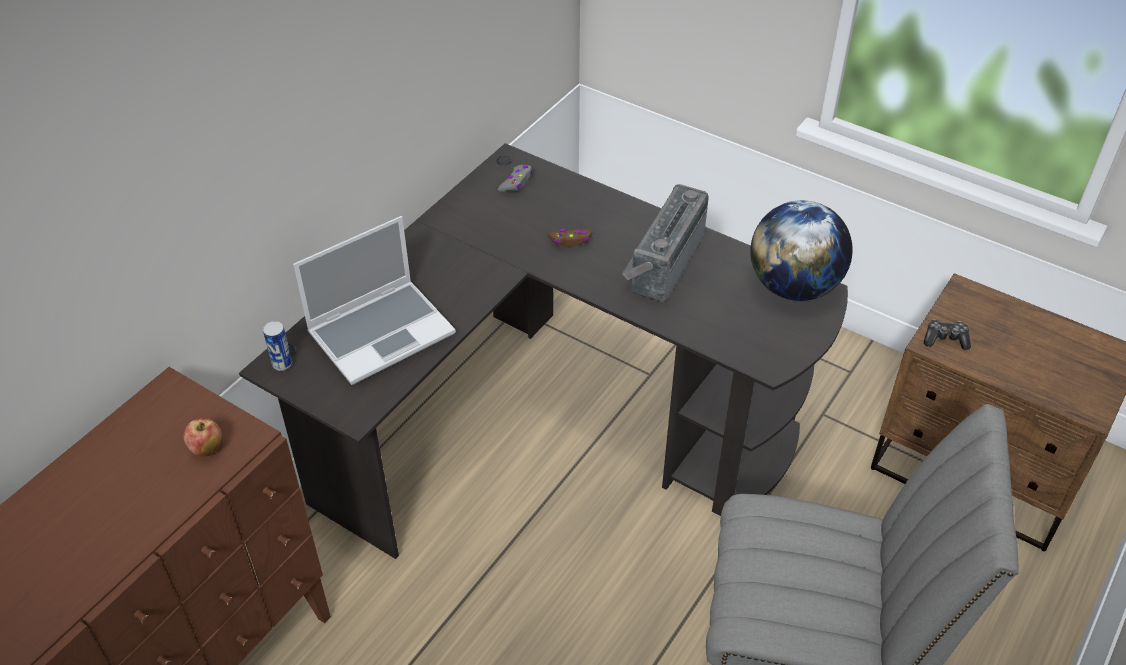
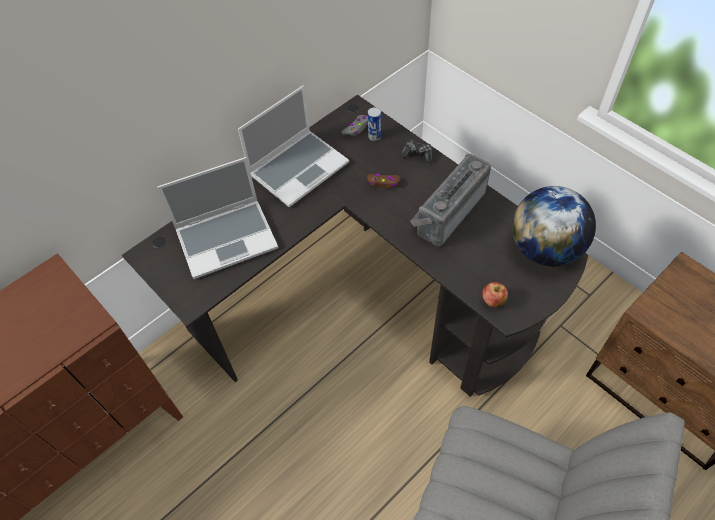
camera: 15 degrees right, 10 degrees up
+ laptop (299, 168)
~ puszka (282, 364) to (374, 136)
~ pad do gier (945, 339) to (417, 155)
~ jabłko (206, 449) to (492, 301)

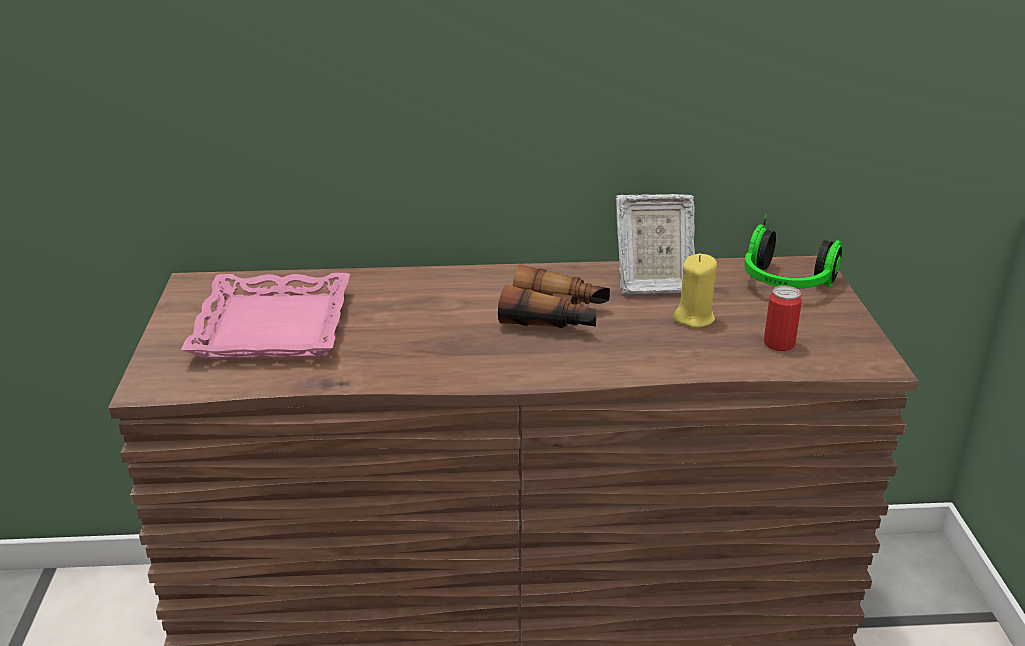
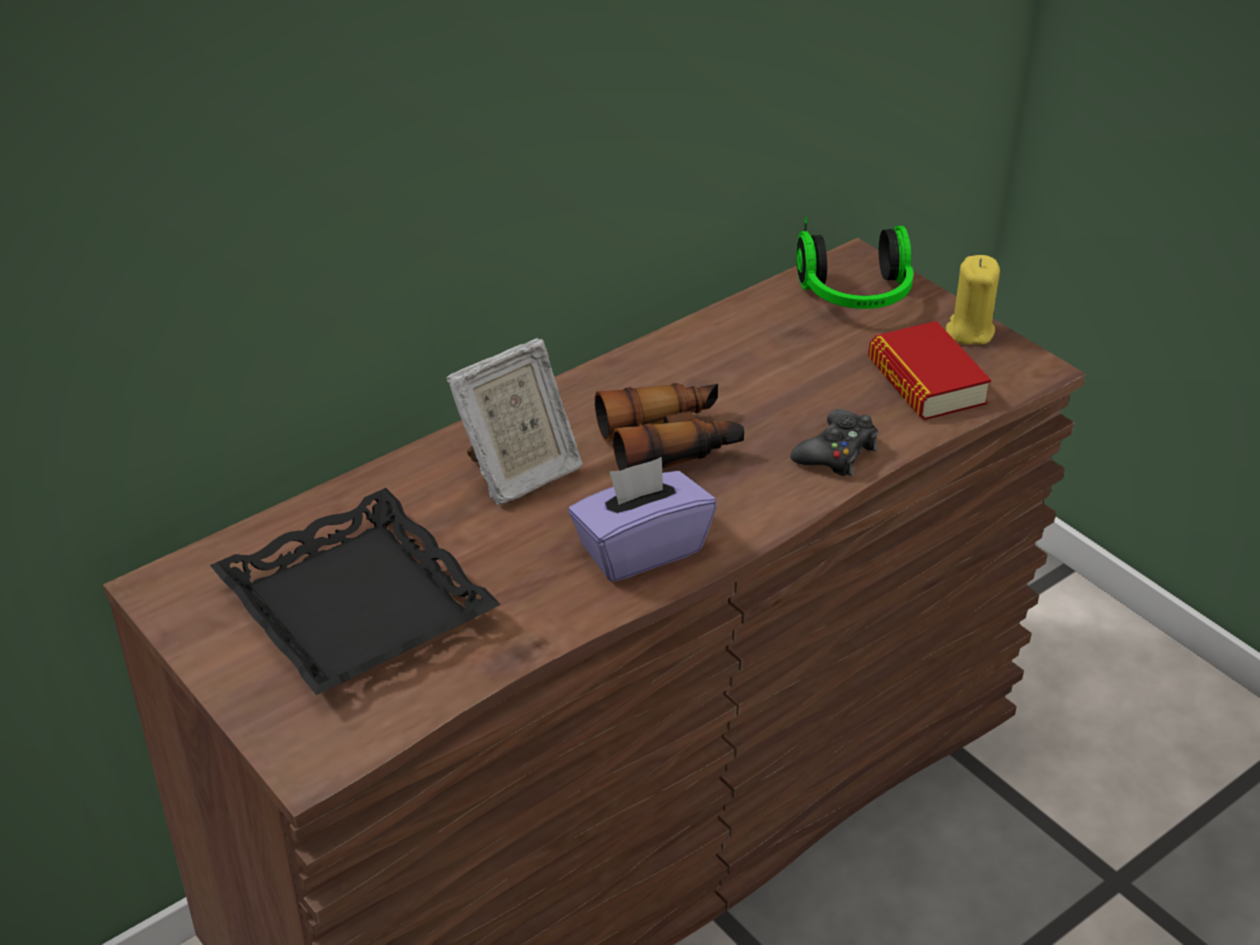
camera: 35 degrees left, 10 degrees up
~ taca (różowy) (274, 327) to taca (czarny) (358, 605)
~ ramka na zdjęcie (652, 284) to (519, 472)
+ pudełko chusteczek (fioletowy) (640, 549)
+ pad do gier (czarny) (837, 453)
~ puszka (779, 344) to książka (926, 382)
~ świeca (żółty) (694, 318) to (969, 331)

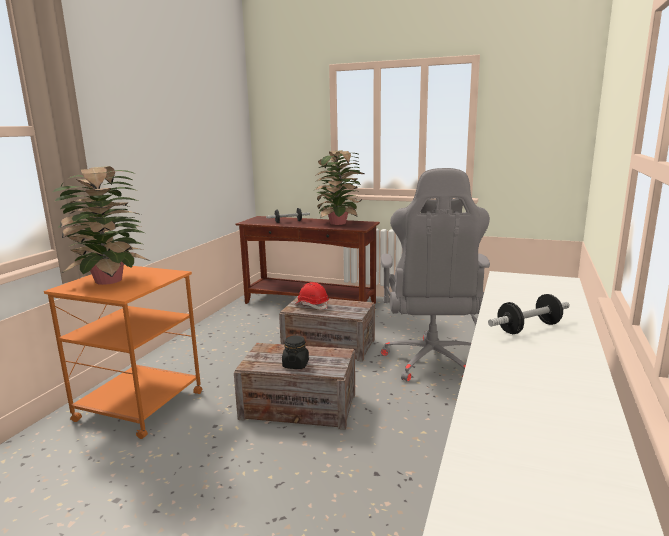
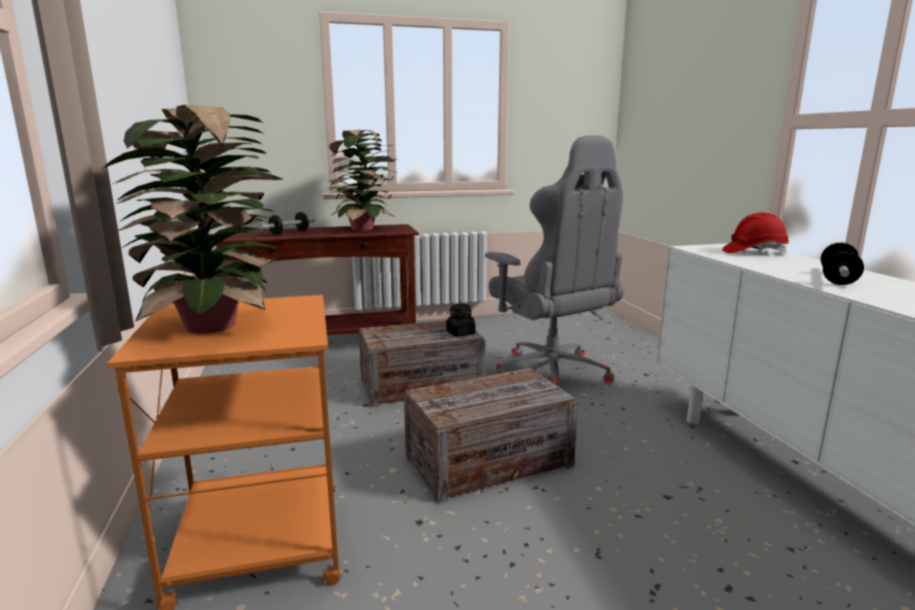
camera: 35 degrees left, 0 degrees up
~ słoik (czarny) (295, 364) to (460, 333)
~ kask (czerwony) (312, 305) to (753, 252)

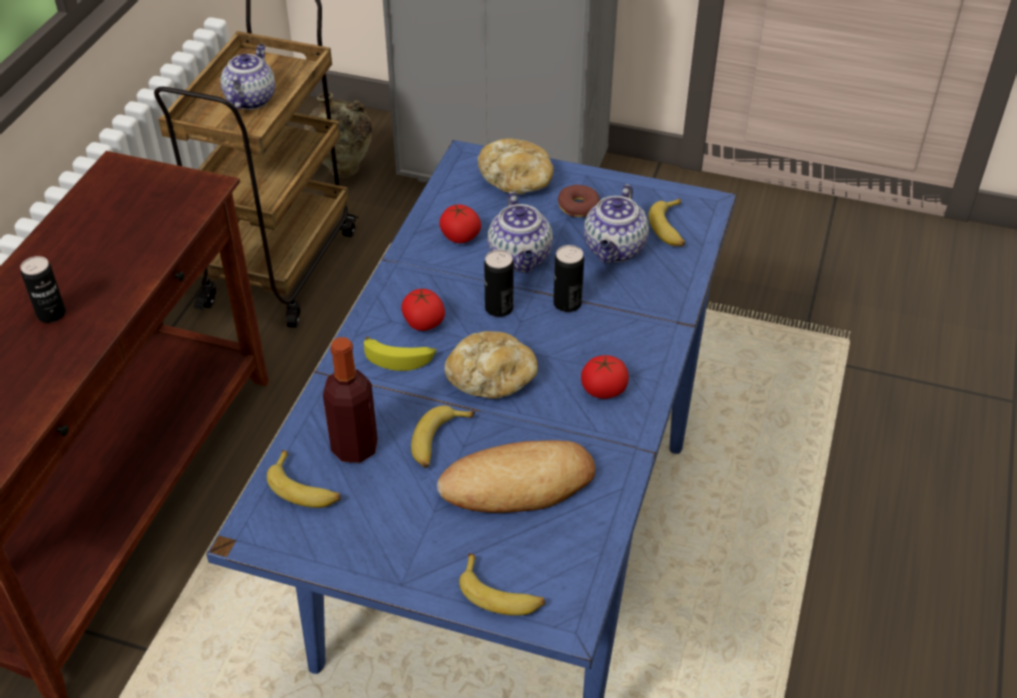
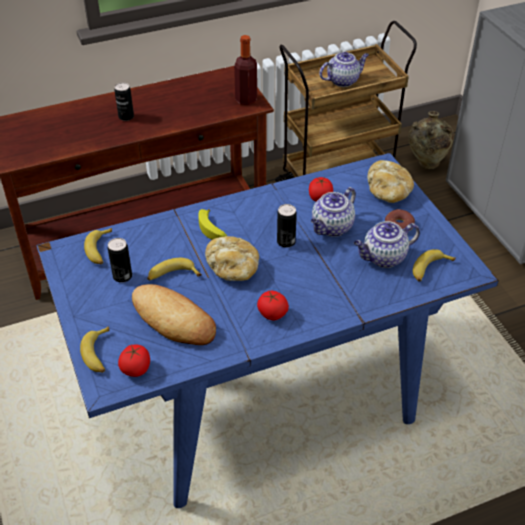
camera: 50 degrees right, 0 degrees up
~ puszka (567, 303) to (122, 276)
~ pomidor (423, 323) to (136, 369)
~ butelka (354, 447) to (246, 99)

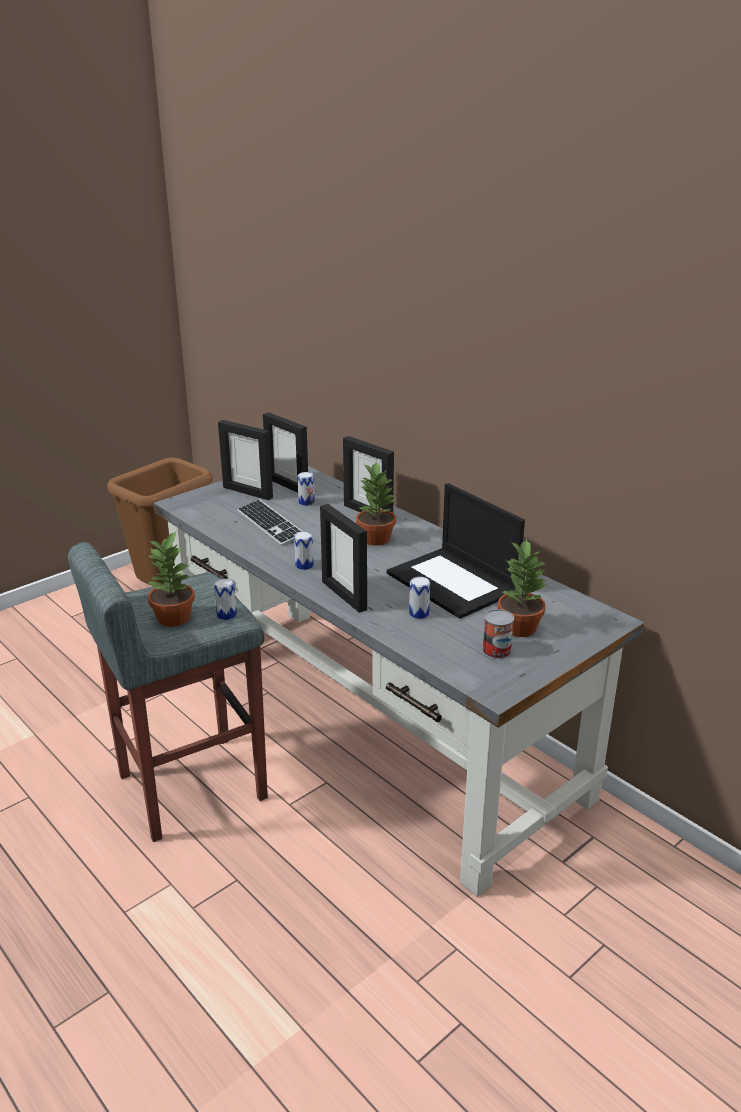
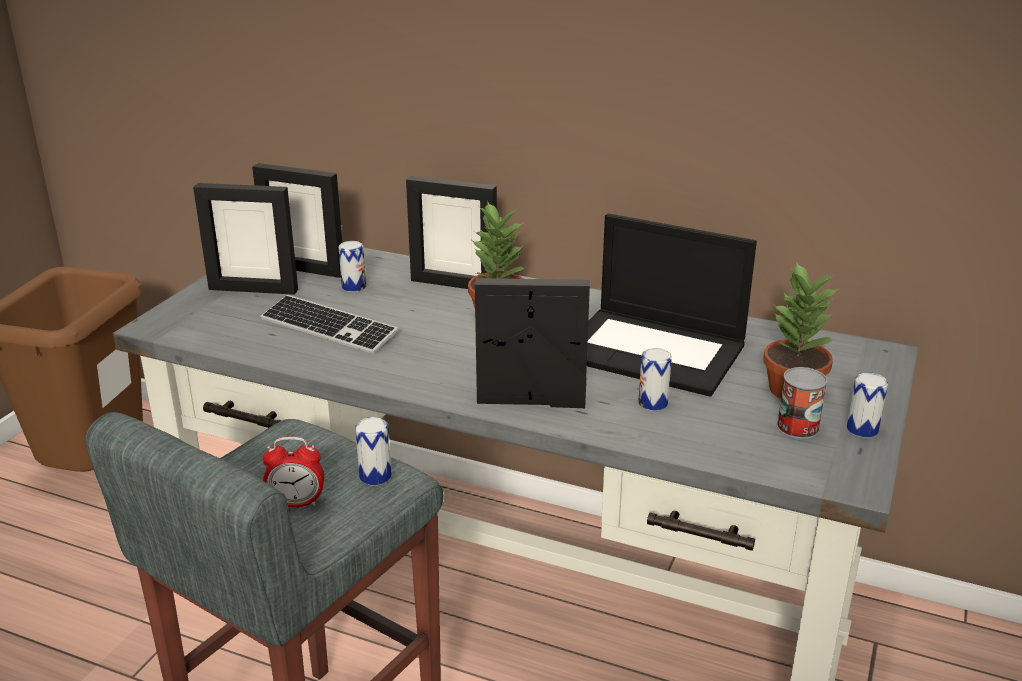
camera: 25 degrees left, 0 degrees up
~ roślina doniczkowa (175, 618) to budzik (297, 503)
~ ramka na zdjęcie (345, 595) = (530, 402) 150 degrees clockwise
~ puszka (304, 565) to (862, 429)

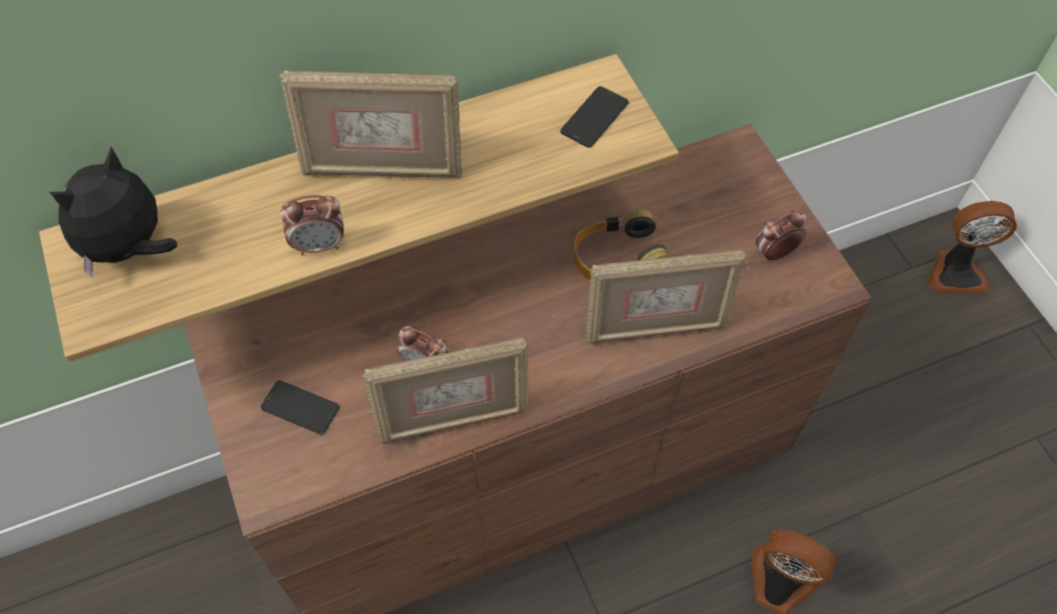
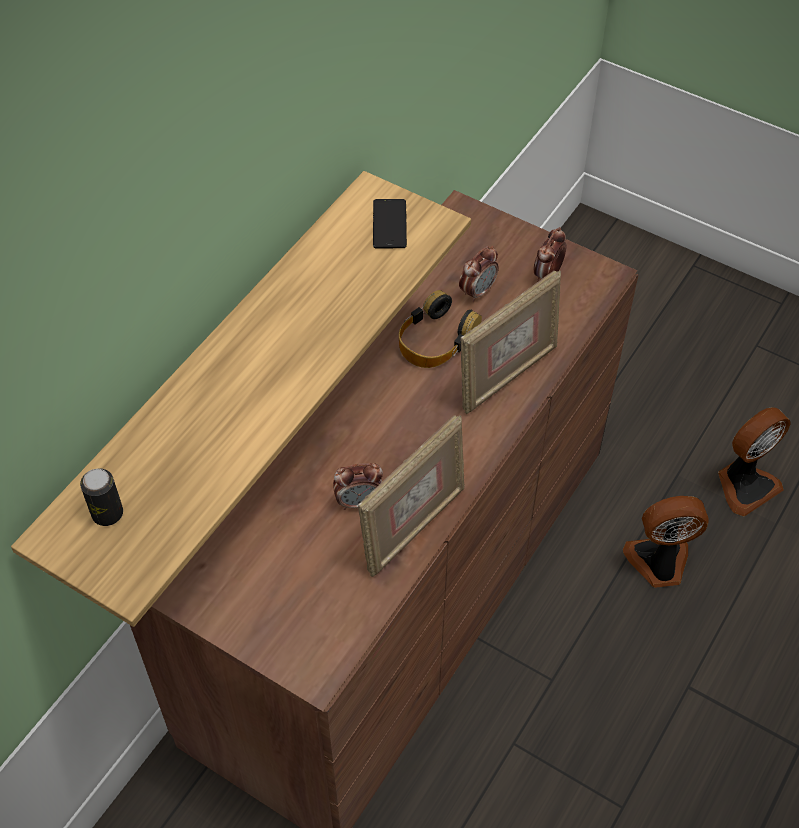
camera: 35 degrees left, 5 degrees down
~ pluszak (130, 248) to puszka (107, 514)
~ budzik (319, 245) to (477, 291)
~ wentylator (955, 272) to (745, 485)
- telefon (300, 407)
- ramka na zdjęcie (383, 169)

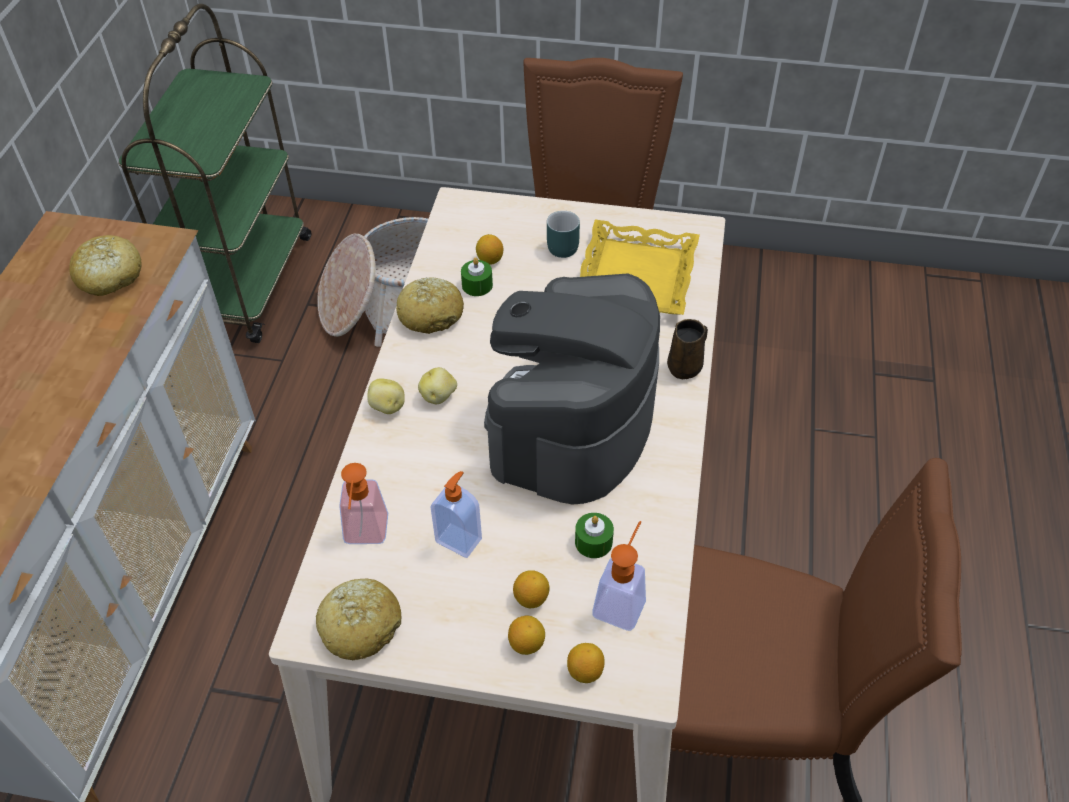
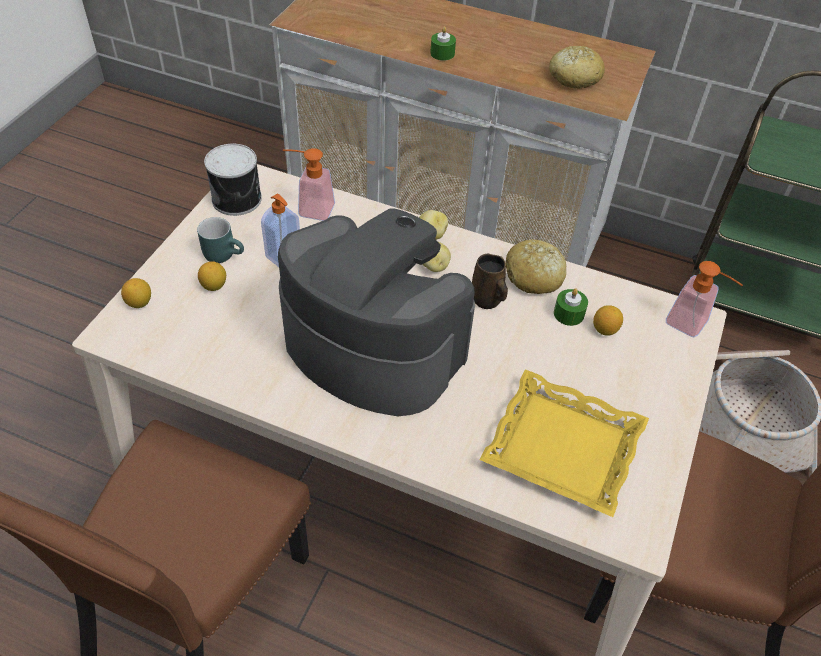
camera: 100 degrees right, 0 degrees up
~ kubek (turkusowy) (561, 245) to (224, 253)
~ chleb (361, 626) to puszka (238, 199)
~ świeca (zielony) (593, 542) to (442, 53)
~ kubek (brązowy) (686, 367) to (487, 300)
~ dozownik mydła (622, 600) to (693, 325)
- cytryna (526, 644)

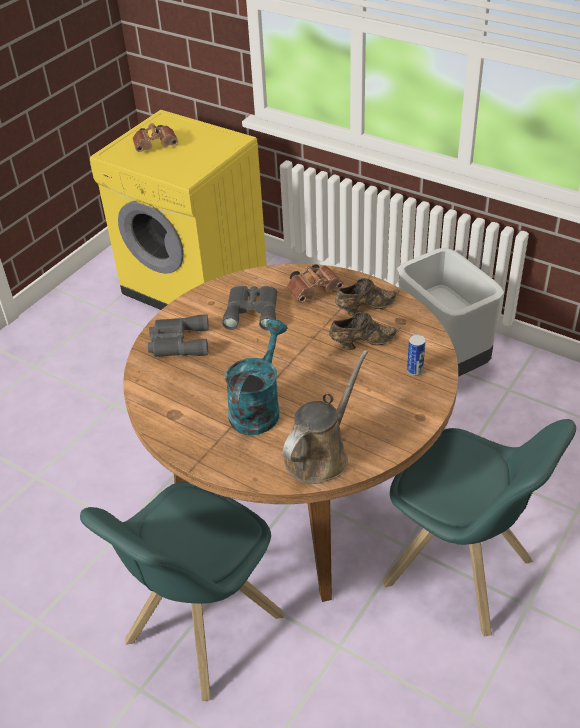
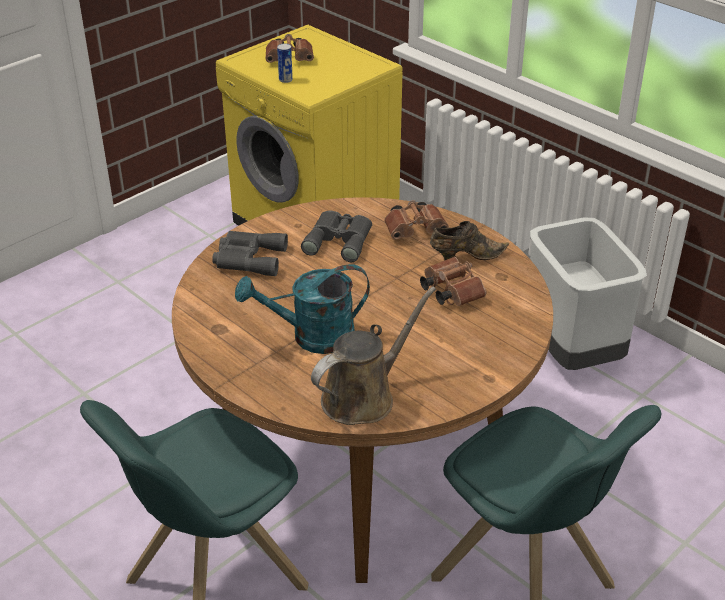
camera: 10 degrees right, 5 degrees down
~ konewka (turkusowy) (258, 407) = (312, 337) 135 degrees counterclockwise
~ puszka (415, 371) to (285, 80)
~ but (brązowy) (362, 343) to lornetka (brązowy) (450, 291)

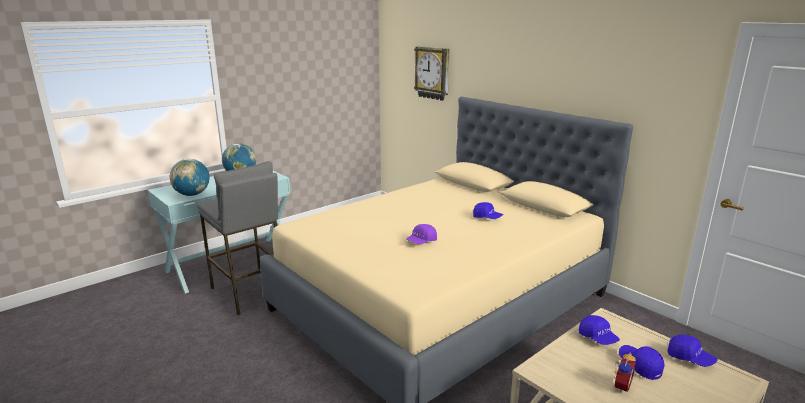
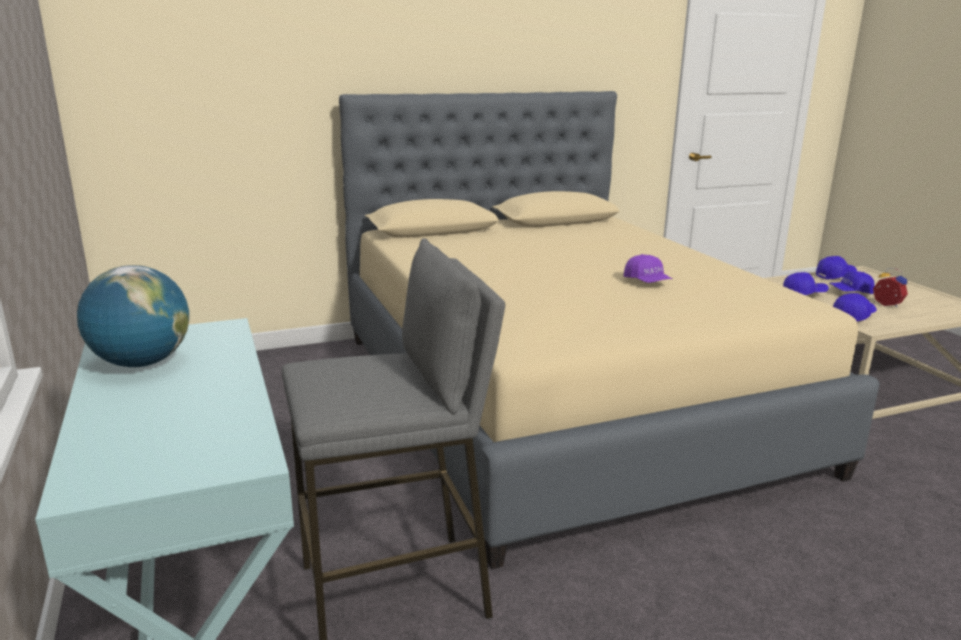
camera: 70 degrees left, 0 degrees up
~ czapka z daszkiem (niebieski) (487, 218) to (853, 316)
- globus (192, 195)
- zegar ścienny (433, 73)

